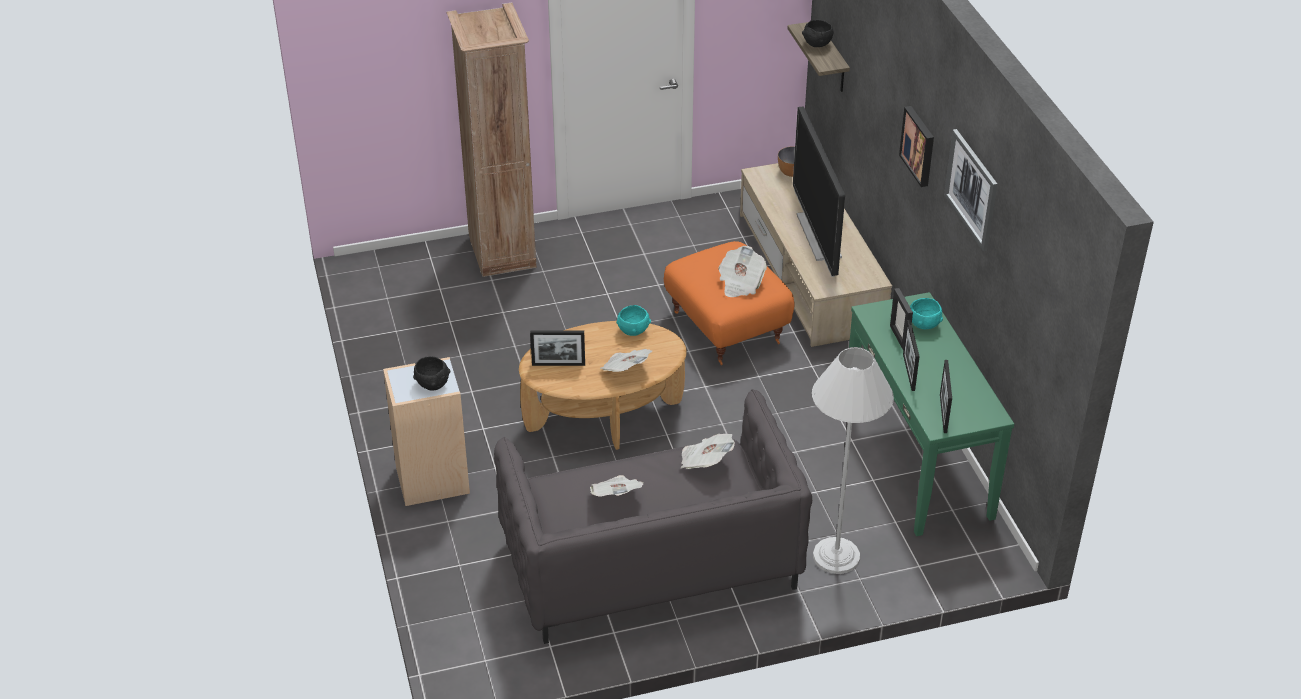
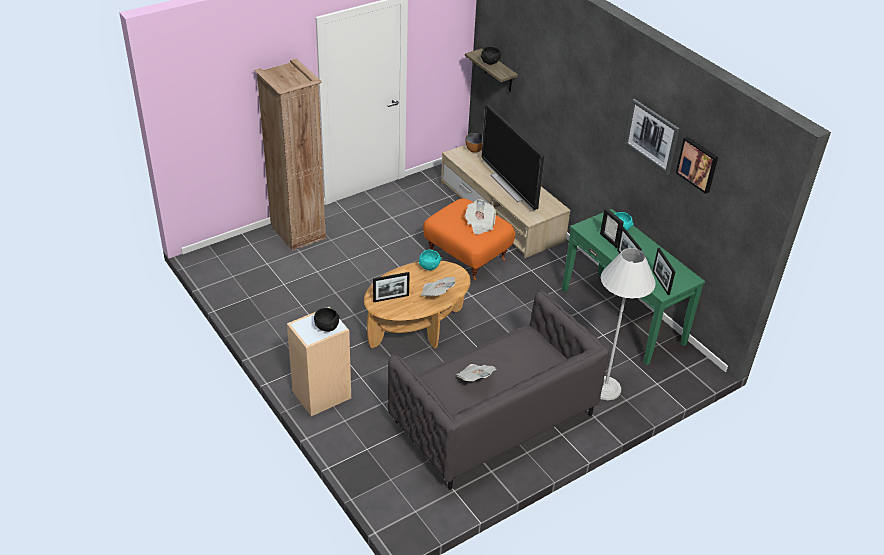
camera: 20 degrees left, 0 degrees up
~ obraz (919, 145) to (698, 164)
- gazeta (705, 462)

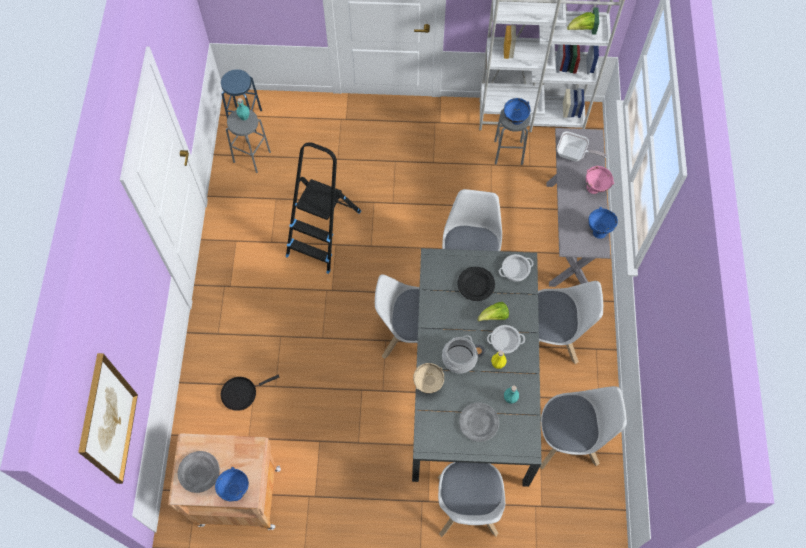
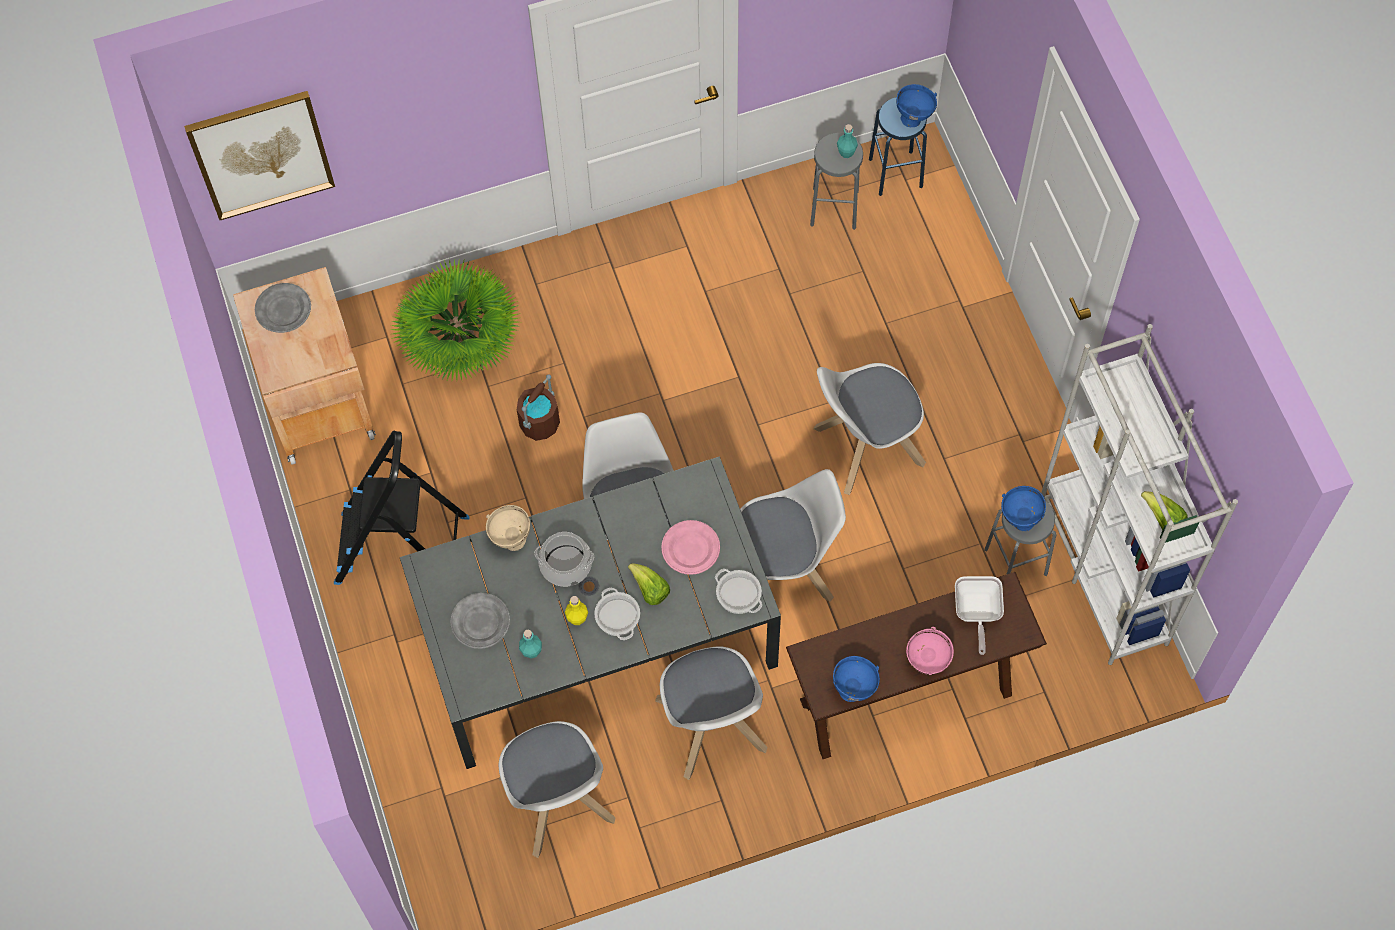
camera: 70 degrees right, 0 degrees up
~ drabinka (czarny) (323, 234) to (400, 550)
~ patelnia (czarny) (241, 393) to roślina doniczkowa (461, 349)
+ wiadro (brązowy) (539, 423)
~ talerz (czarny) (475, 285) to talerz (różowy) (690, 548)
~ stolik konsolowy (szary) (567, 234) to stolik konsolowy (brązowy) (905, 697)
~ krzesło (467, 508) to (865, 447)
~ miska (niebieski) (235, 489) to (915, 118)

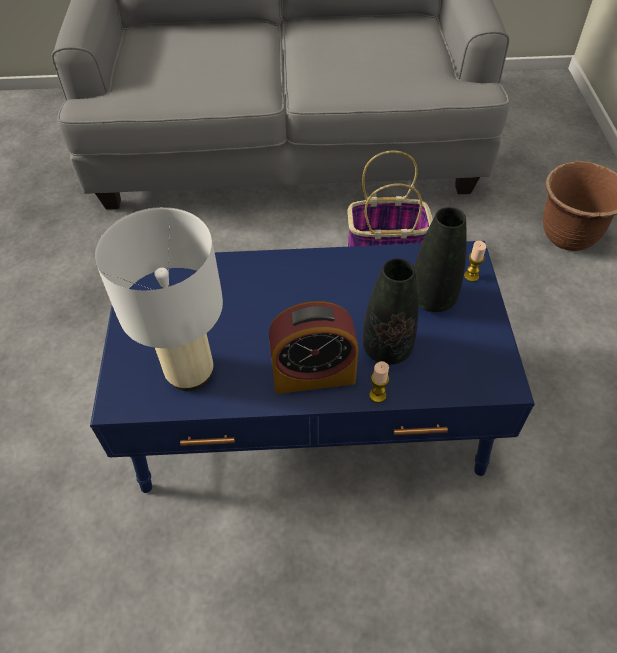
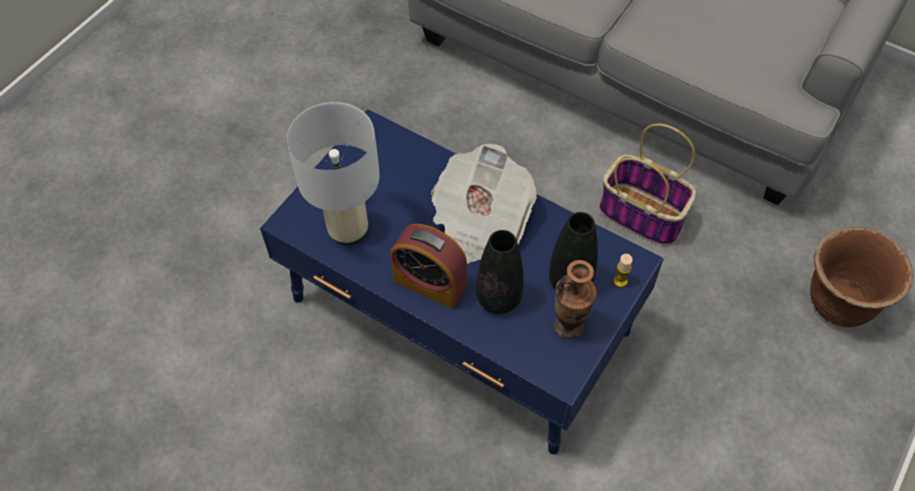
camera: 35 degrees right, 5 degrees up
+ gazeta (479, 224)
+ wazon (568, 326)
- świeca (377, 395)

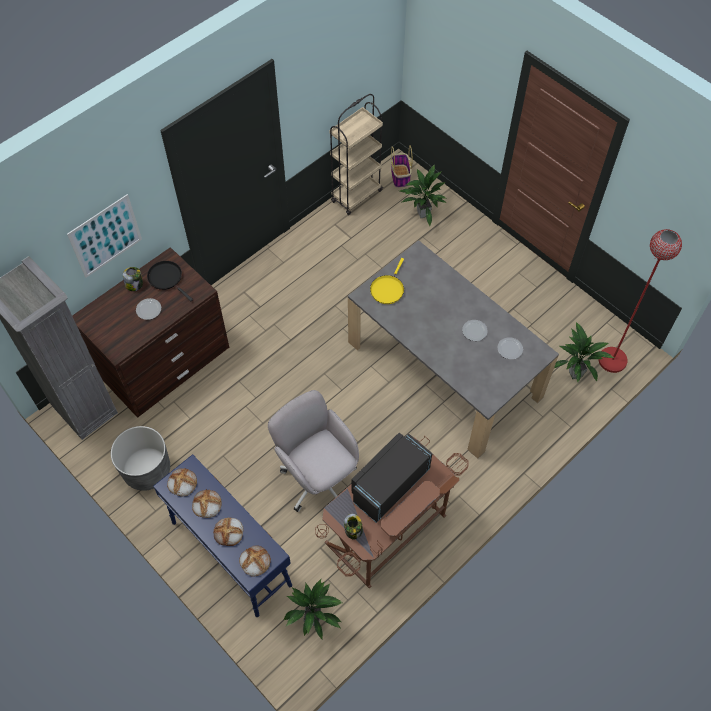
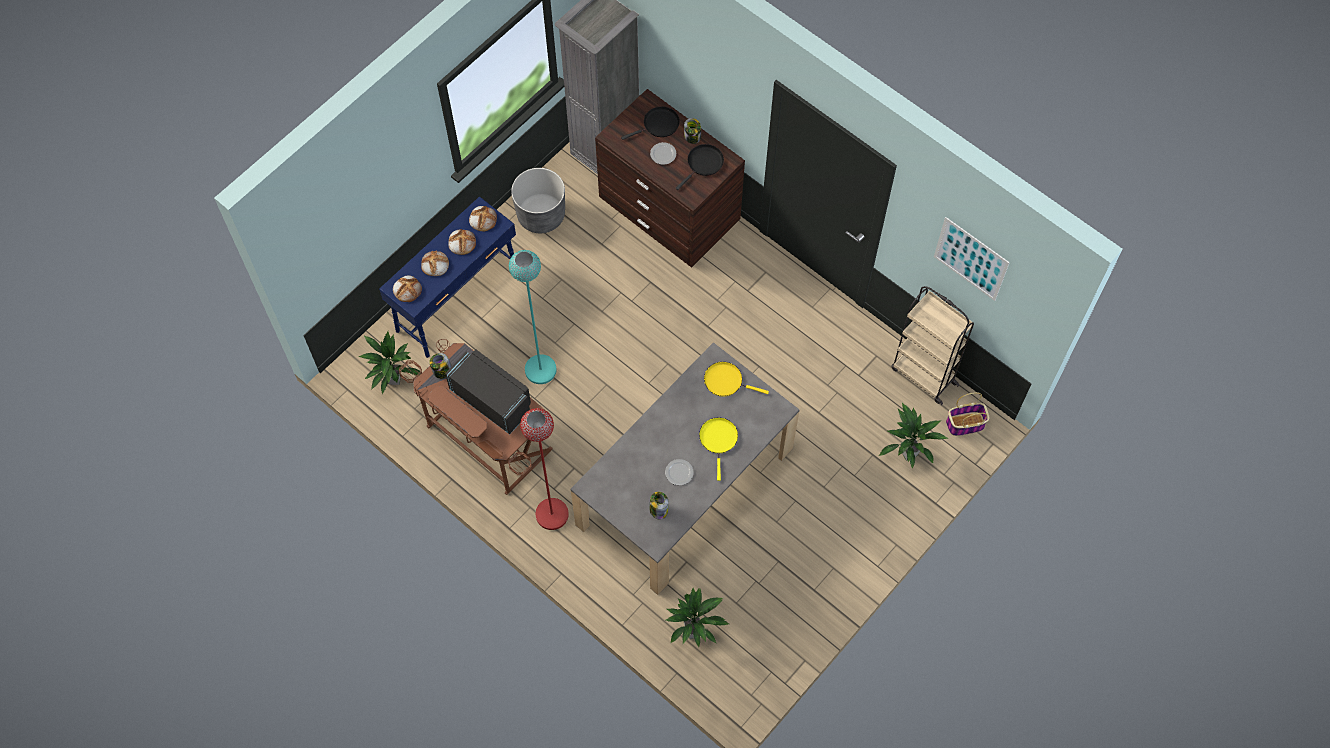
camera: 85 degrees right, 5 degrees up
~ krzesło biurowe (szary) (318, 479) to lampa stojąca (turkusowy) (541, 370)
~ lampa stojąca (czerwony) (612, 360) to (551, 514)
+ patelnia (czarny) (659, 125)
~ talerz (510, 349) to słoik (658, 510)
+ patelnia (żółty) (718, 440)
~ obraz (105, 236) to (971, 259)

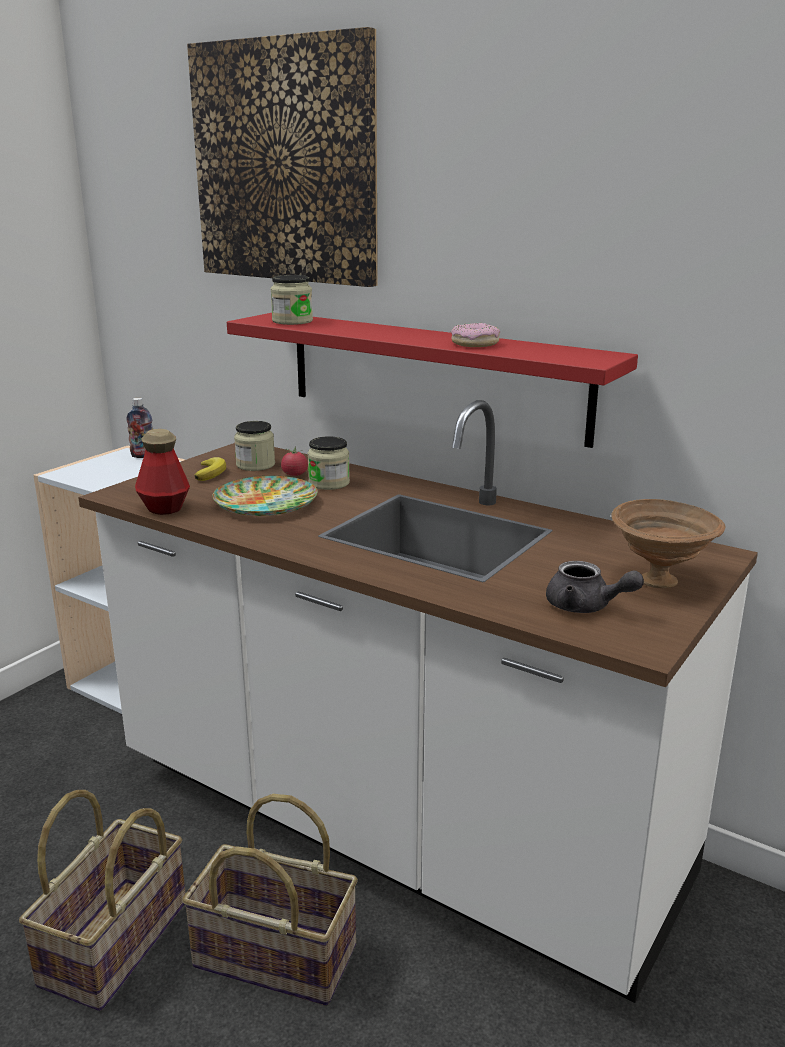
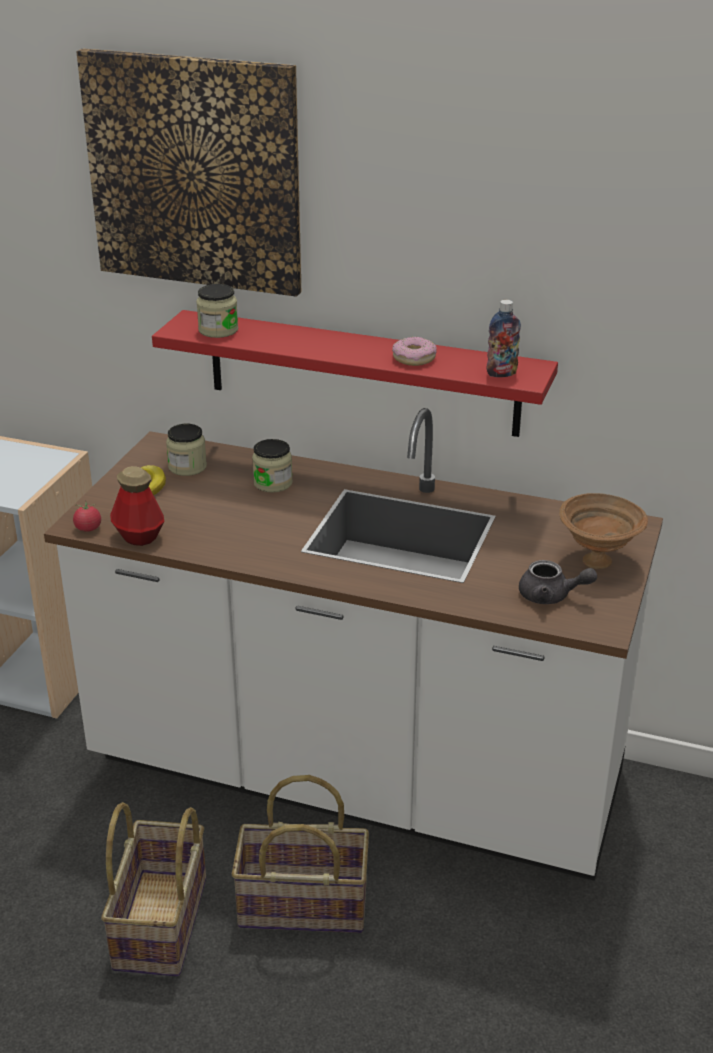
camera: 15 degrees left, 10 degrees up
~ pomidor (294, 474) to (88, 528)
~ butelka (143, 456) to (501, 373)
- talerz (266, 503)

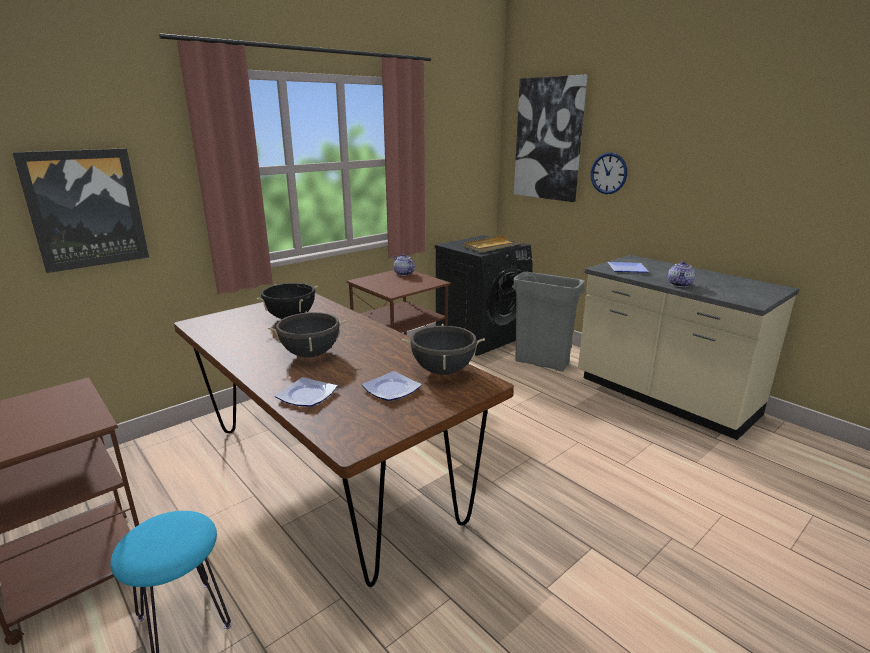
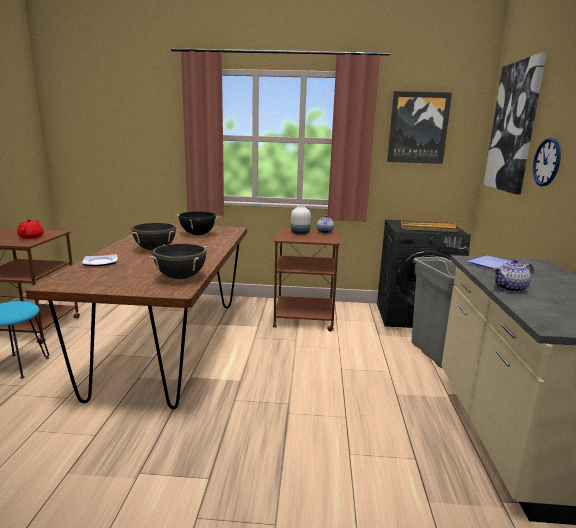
camera: 45 degrees right, 5 degrees down
+ imbryk (czerwony) (32, 237)
+ wazon (biały) (300, 233)
~ obraz (86, 209) to (418, 128)
- talerz (393, 389)

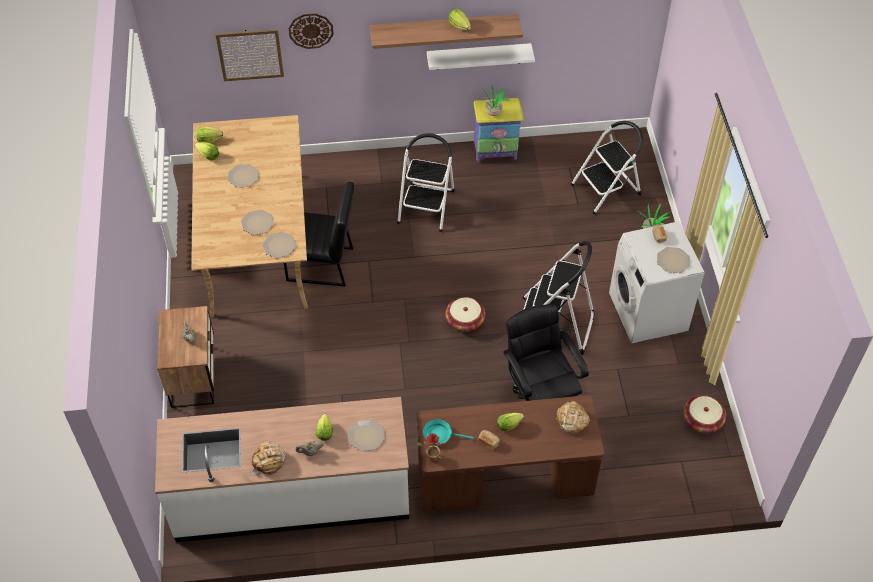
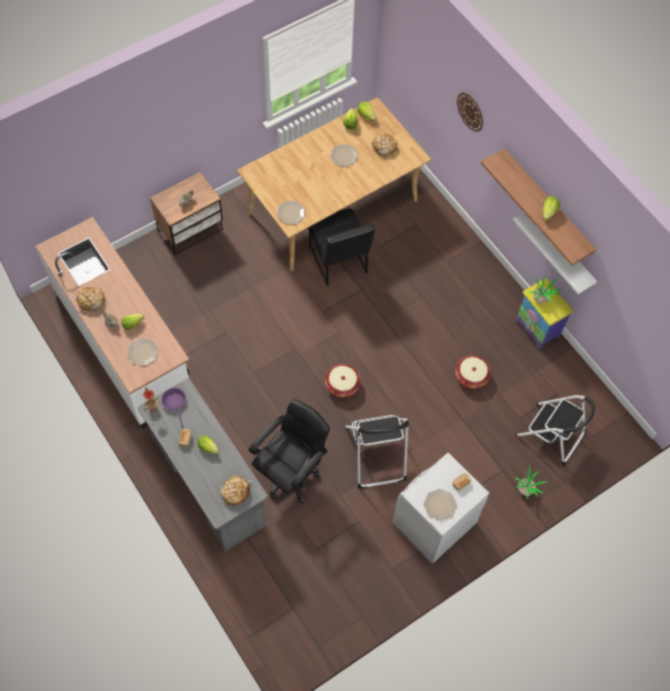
camera: 60 degrees right, 10 degrees up
~ biurko (brązowy) (505, 480) to biurko (szary) (207, 480)
~ patelnia (turkusowy) (440, 435) to patelnia (fioletowy) (175, 403)
+ chleb (384, 147)
~ koszyk (702, 420) to (471, 376)
- obraz (250, 54)
- talerz (257, 223)
- drabinka (427, 205)

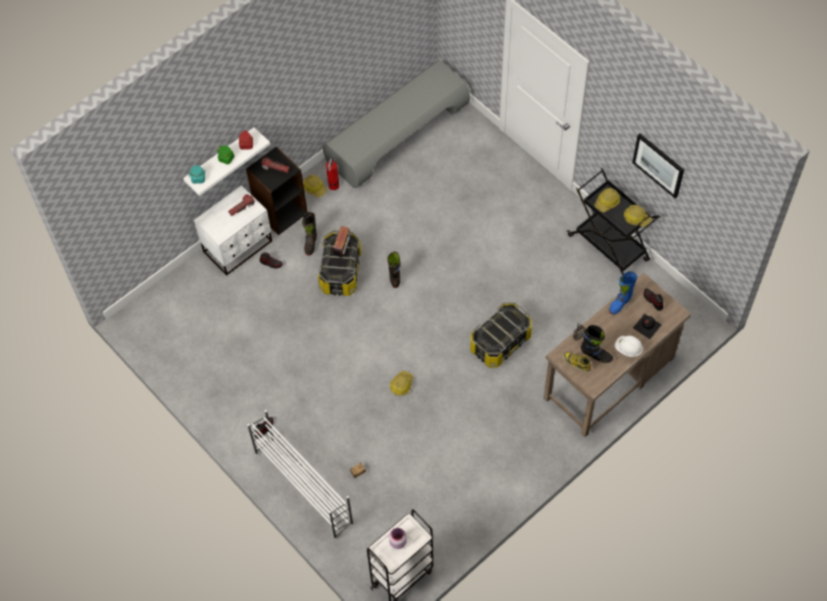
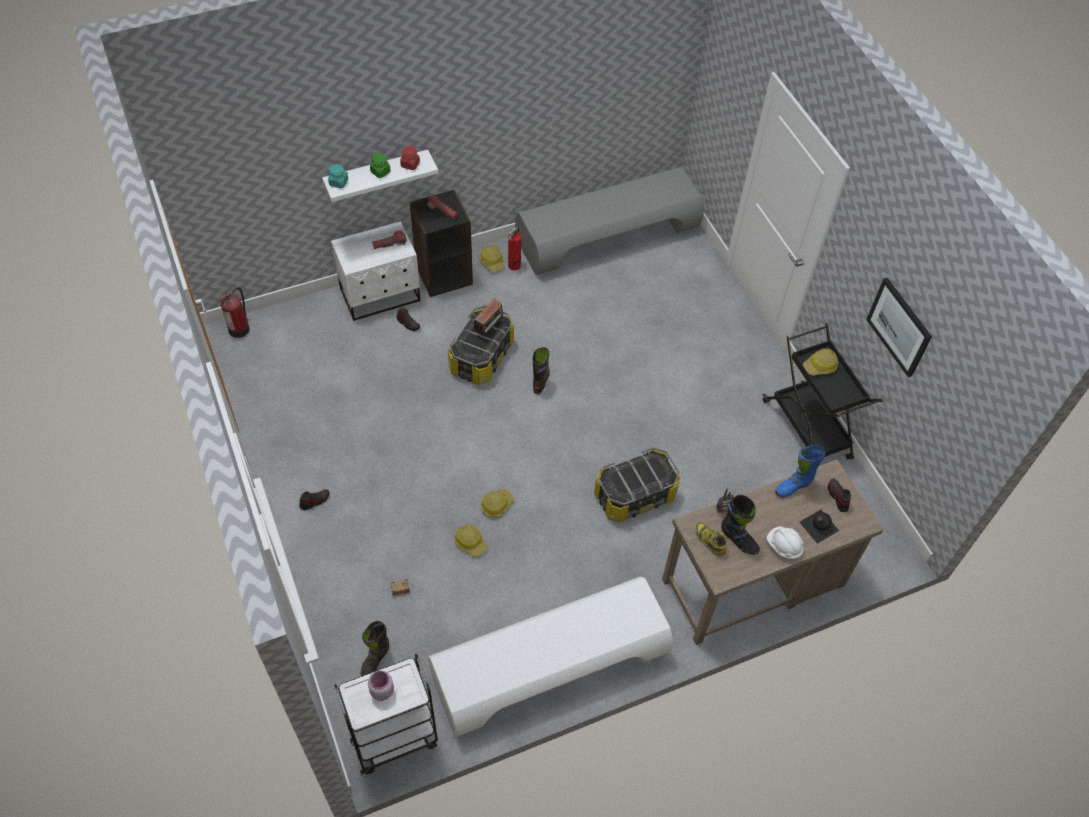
camera: 15 degrees right, 5 degrees down
+ gaśnica (239, 328)
~ but z cholewką (czarny) (310, 243) to (375, 660)
+ ławka (biały) (550, 665)
~ kask (636, 218) to (470, 542)
- regał na buty (biały) (303, 487)

